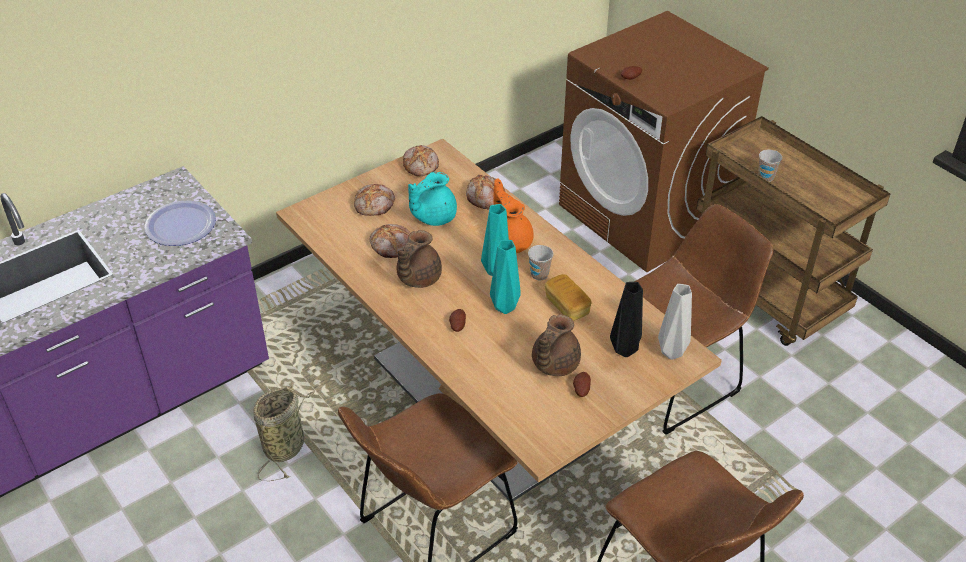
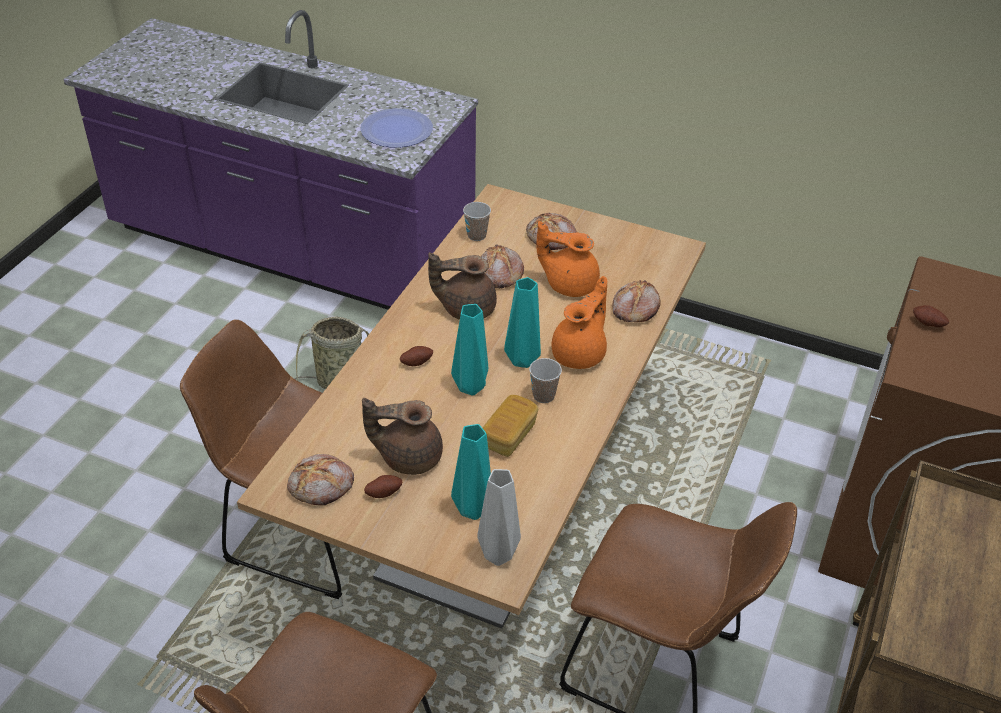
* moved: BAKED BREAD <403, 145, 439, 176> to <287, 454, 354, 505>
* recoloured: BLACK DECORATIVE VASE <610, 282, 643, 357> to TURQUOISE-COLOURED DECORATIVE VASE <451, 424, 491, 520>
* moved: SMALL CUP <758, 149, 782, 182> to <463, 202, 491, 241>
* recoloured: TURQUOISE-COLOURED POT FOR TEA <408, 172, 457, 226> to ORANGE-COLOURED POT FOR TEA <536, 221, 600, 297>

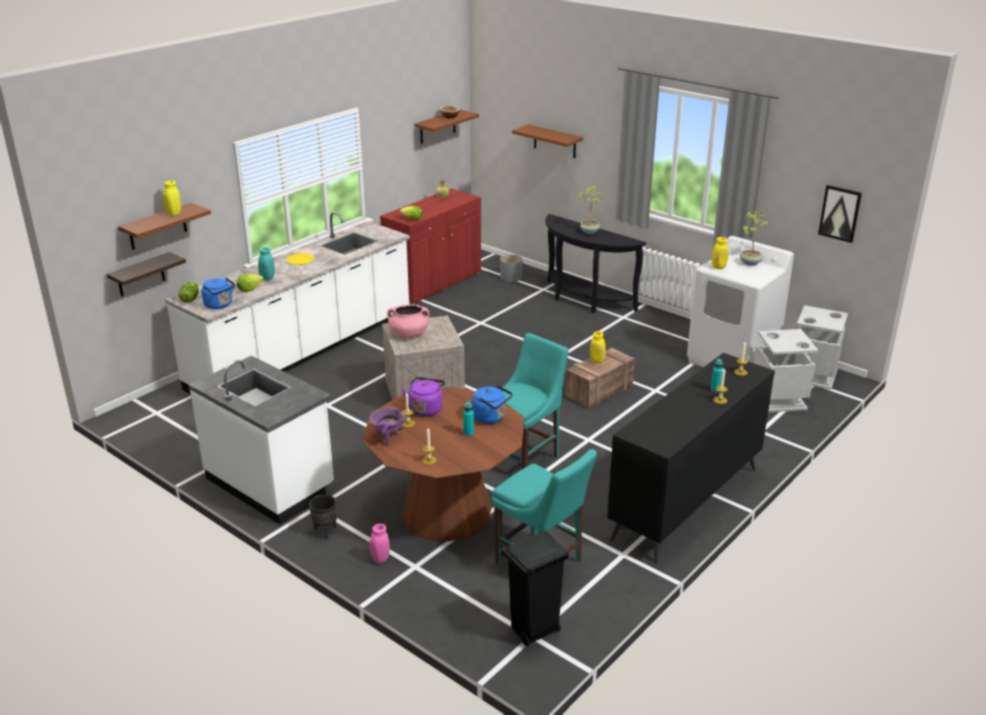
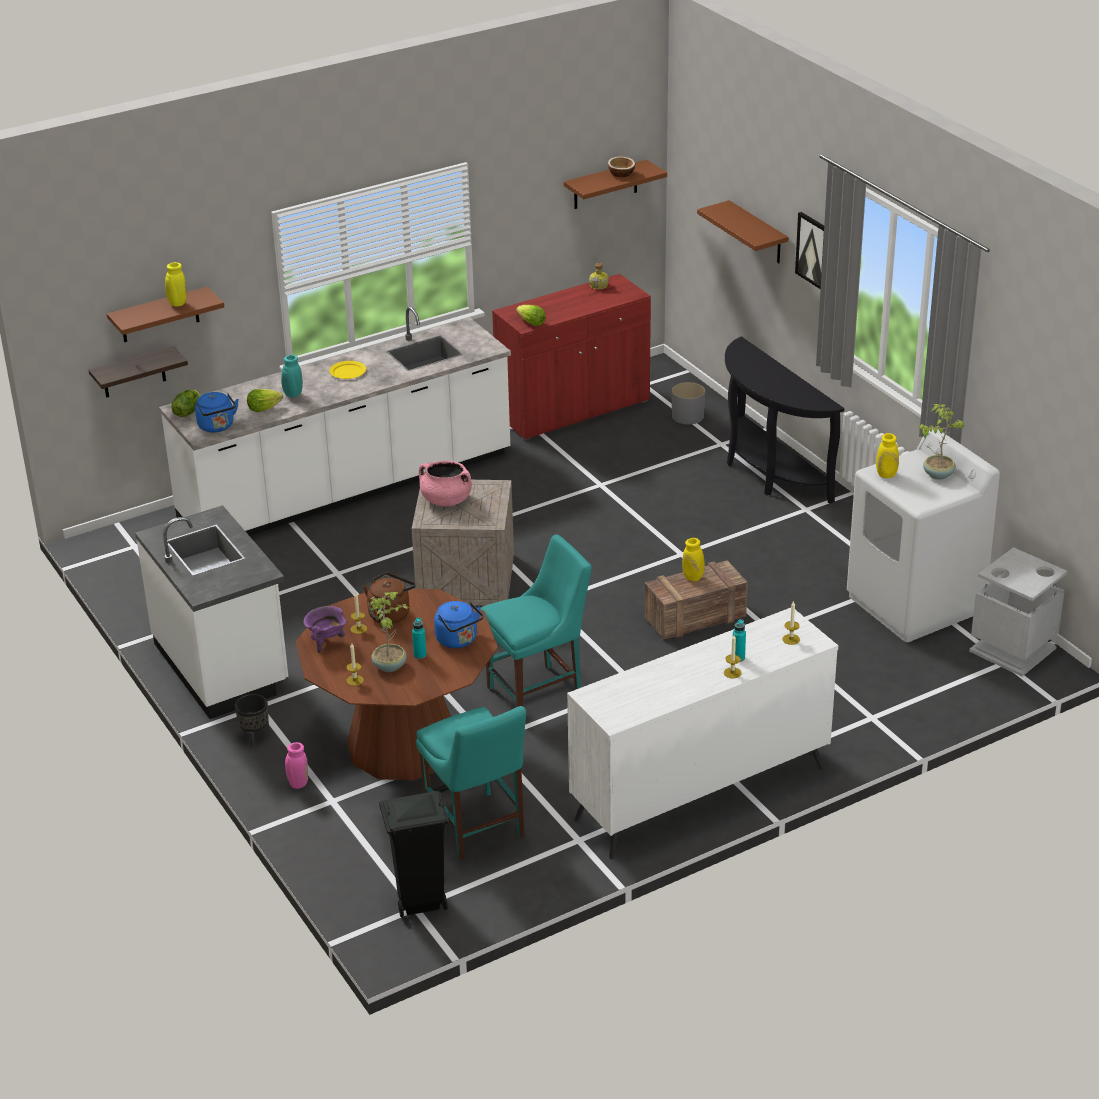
* recoloured: PURPLISH KETTLE <402, 377, 445, 417> to BROWN-COLOURED KETTLE <363, 572, 416, 624>
* moved: POTTED PLANT <578, 185, 603, 234> to <369, 592, 411, 672>
* recoloured: BLACK DRESSER <607, 353, 775, 564> to WHITISH DRESSER <567, 608, 838, 859>
* moved: WALL ART <818, 185, 862, 243> to <795, 212, 824, 289>
* removed: GRAY TRASH CAN <754, 329, 818, 412>

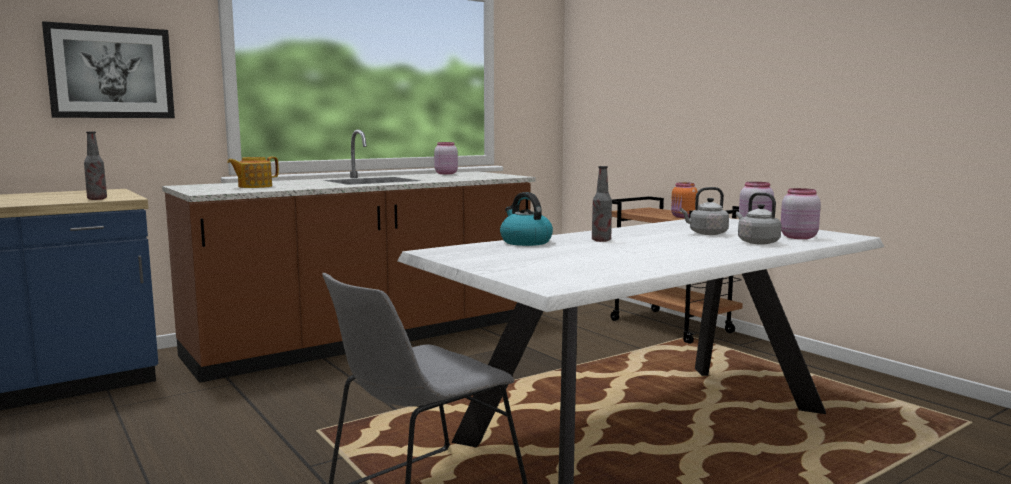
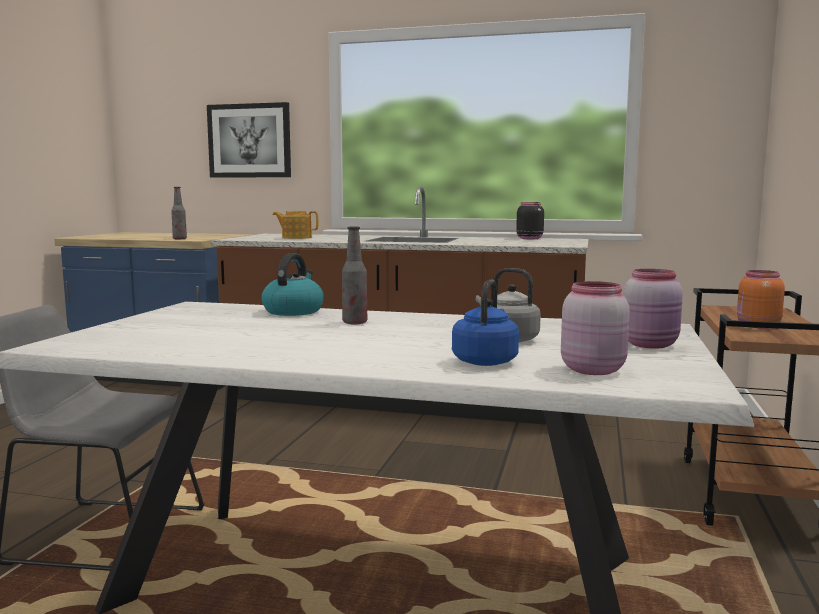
* recoloured: GRAY KETTLE <736, 192, 782, 245> to BLUISH KETTLE <452, 280, 519, 366>
* recoloured: PINKISH JAR <434, 142, 458, 174> to BLACK JAR <516, 202, 544, 239>

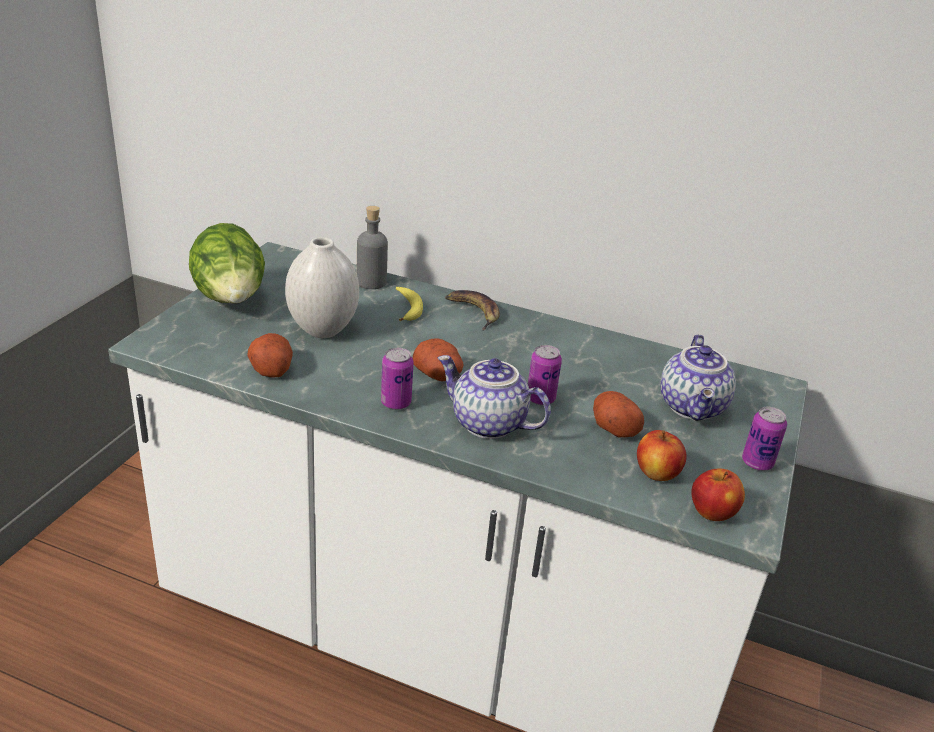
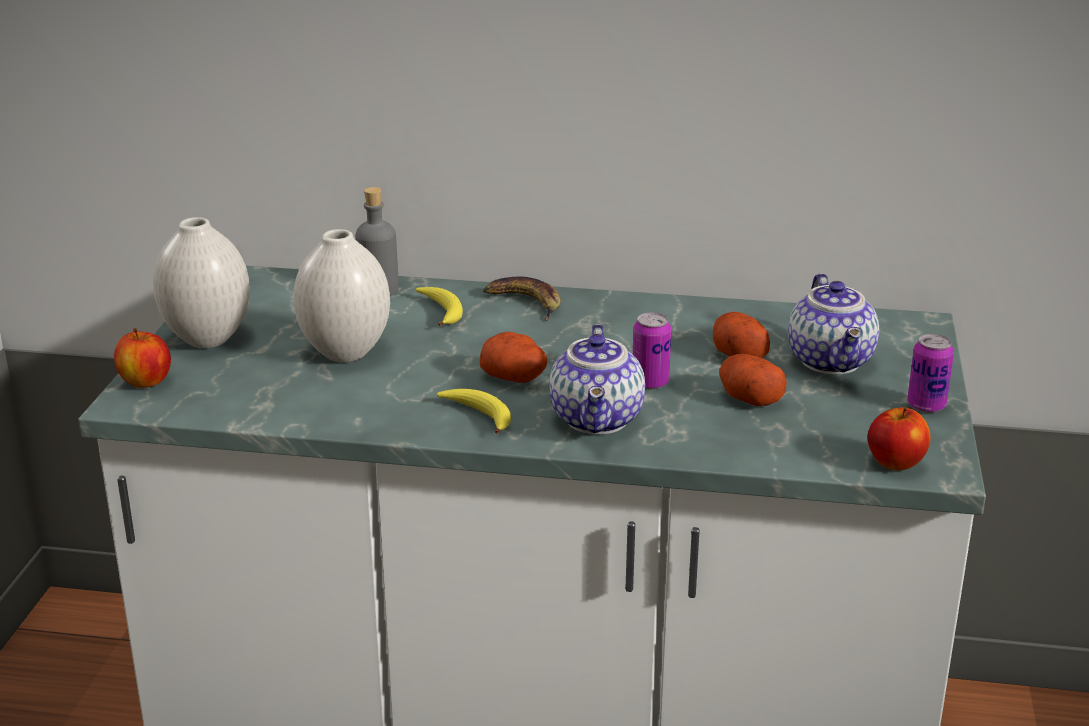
* moved: WHOLE APPLE <637, 430, 687, 481> to <114, 328, 171, 388>
* replaced: LETTUCE HEAD <189, 223, 265, 304> to WHITISH DECORATIVE VASE <153, 217, 250, 348>
* replaced: SEALED CAN <381, 348, 413, 410> to BANANA FRUIT <437, 389, 511, 434>
* turned: POT FOR TEA <438, 355, 551, 439> = <549, 324, 645, 434> 105 degrees counterclockwise
* moved: WHOLE POTATO <247, 333, 293, 378> to <713, 312, 770, 358>

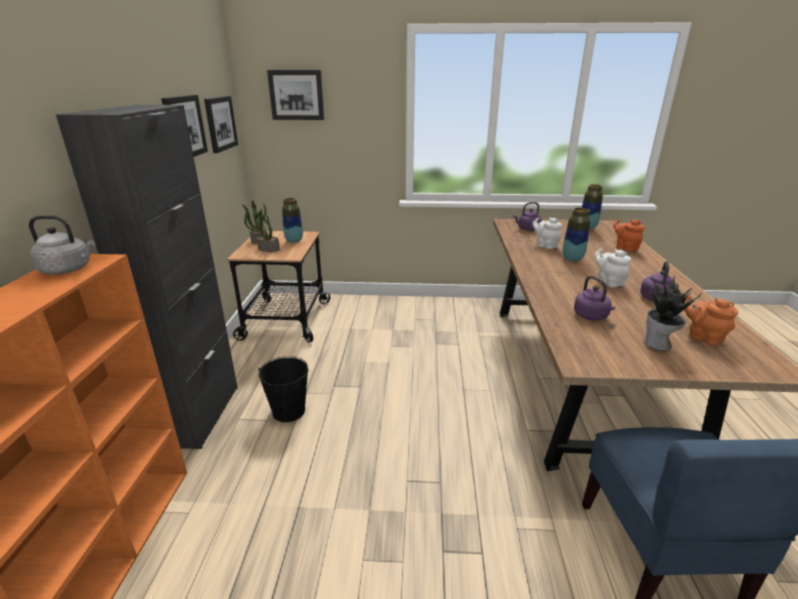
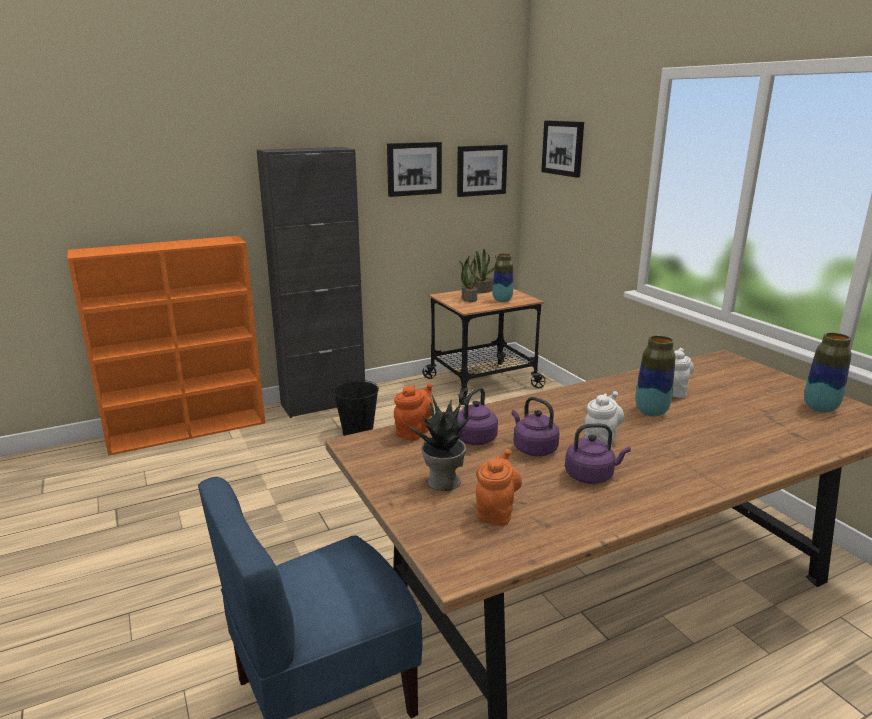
* moved: ORANGE-COLOURED POT FOR TEA <613, 219, 645, 252> to <394, 383, 434, 441>
* moved: PURPLISH KETTLE <513, 202, 542, 231> to <512, 397, 560, 456>
* removed: GRAY KETTLE <29, 215, 94, 275>

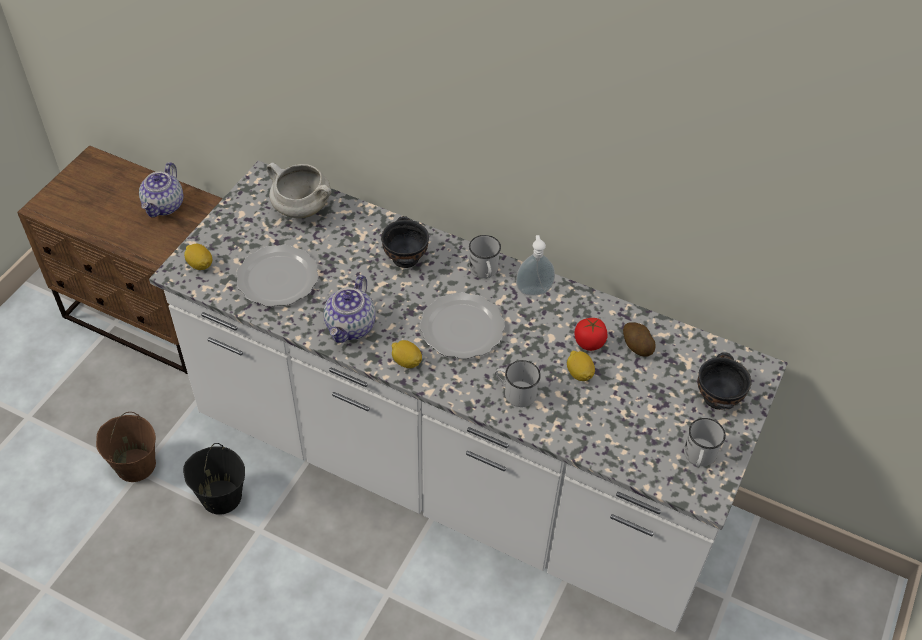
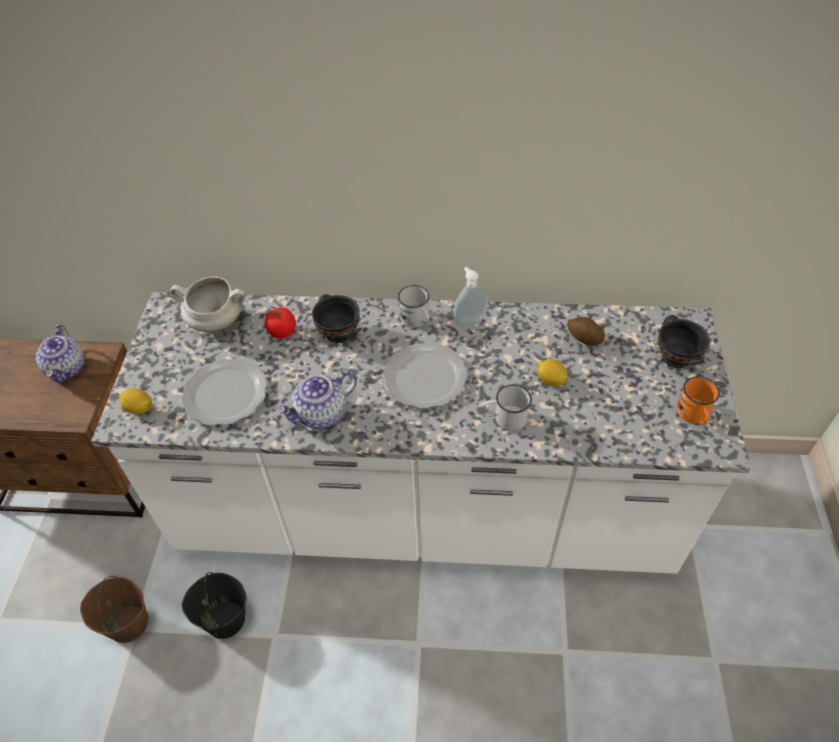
* moved: FRESH TOMATO <574, 318, 607, 351> to <265, 307, 296, 339>
* turned: POT FOR TEA <324, 275, 376, 343> = <276, 370, 357, 429> 60 degrees clockwise
* recoloured: WHITISH COFFEE MUG <684, 418, 726, 467> to ORANGE-COLOURED COFFEE MUG <676, 377, 720, 424>
* removed: CITRUS FRUIT <391, 340, 422, 368>

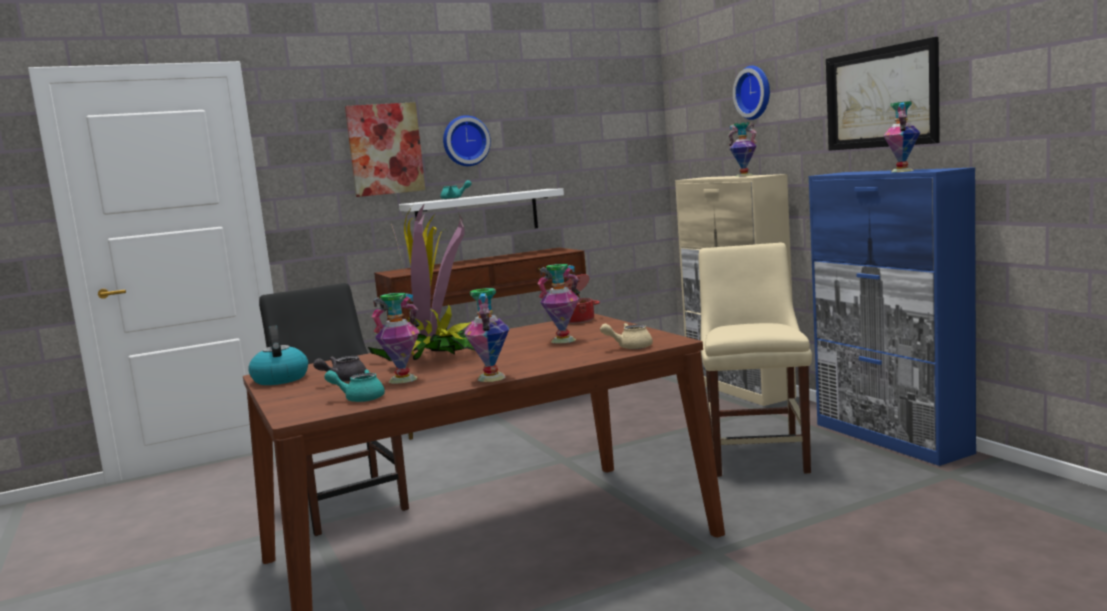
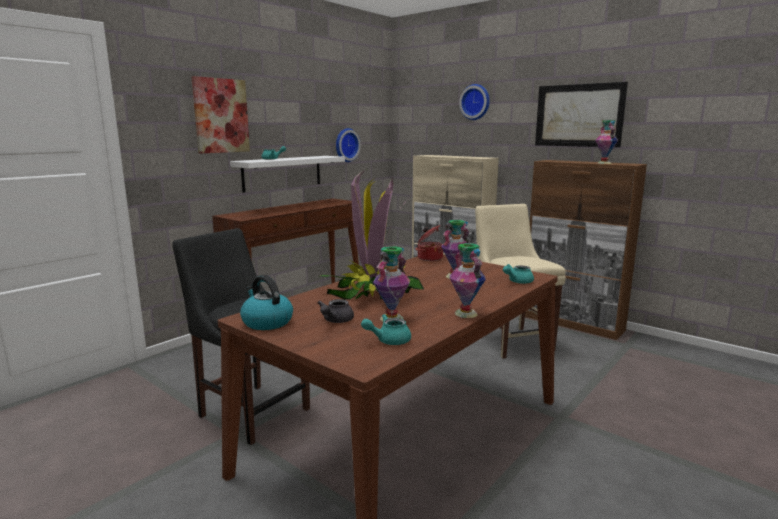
* moved: HANGING CLOCK <443, 115, 491, 166> to <336, 128, 361, 162>
* recoloured: SAND-COLOURED POT FOR TEA <600, 323, 653, 349> to TURQUOISE-COLOURED POT FOR TEA <503, 264, 534, 284>
* recoloured: BLUISH CUPBOARD <809, 167, 976, 466> to BROWN-COLOURED CUPBOARD <525, 160, 647, 340>
* removed: DECORATIVE VASE <728, 122, 757, 177>

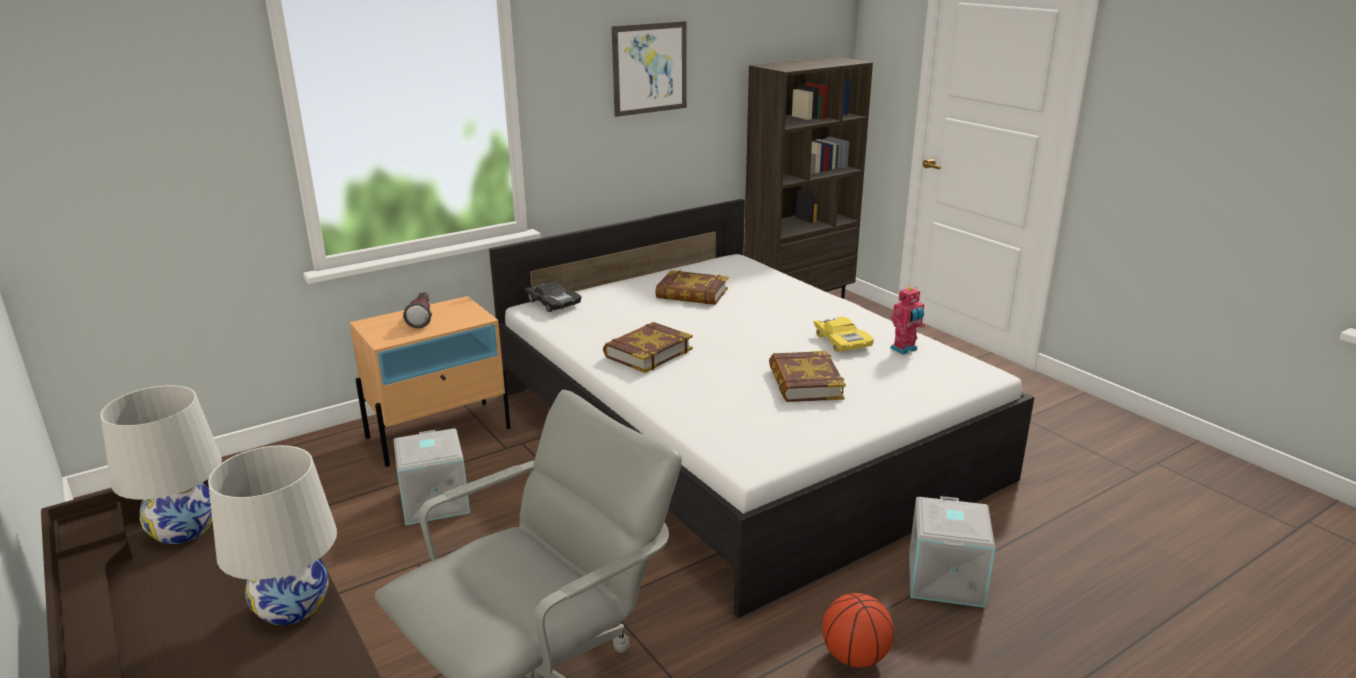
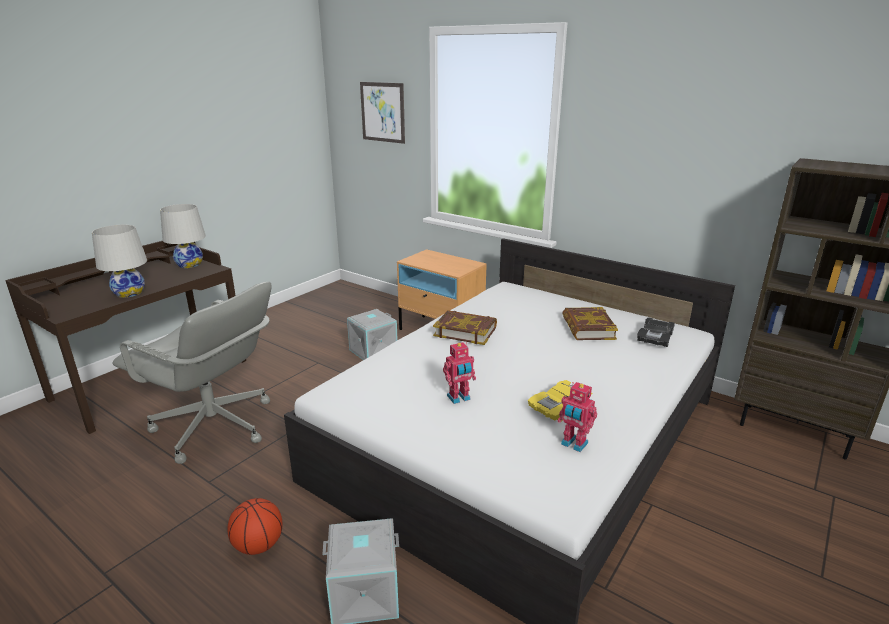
* moved: WALL ART <612, 21, 687, 117> to <360, 82, 405, 144>
* replaced: BOOK <769, 351, 846, 402> to TOY ROBOT <443, 342, 476, 404>
* moved: BLACK MODEL CAR <524, 281, 581, 312> to <637, 317, 675, 347>
* removed: TORCH <403, 292, 432, 328>

